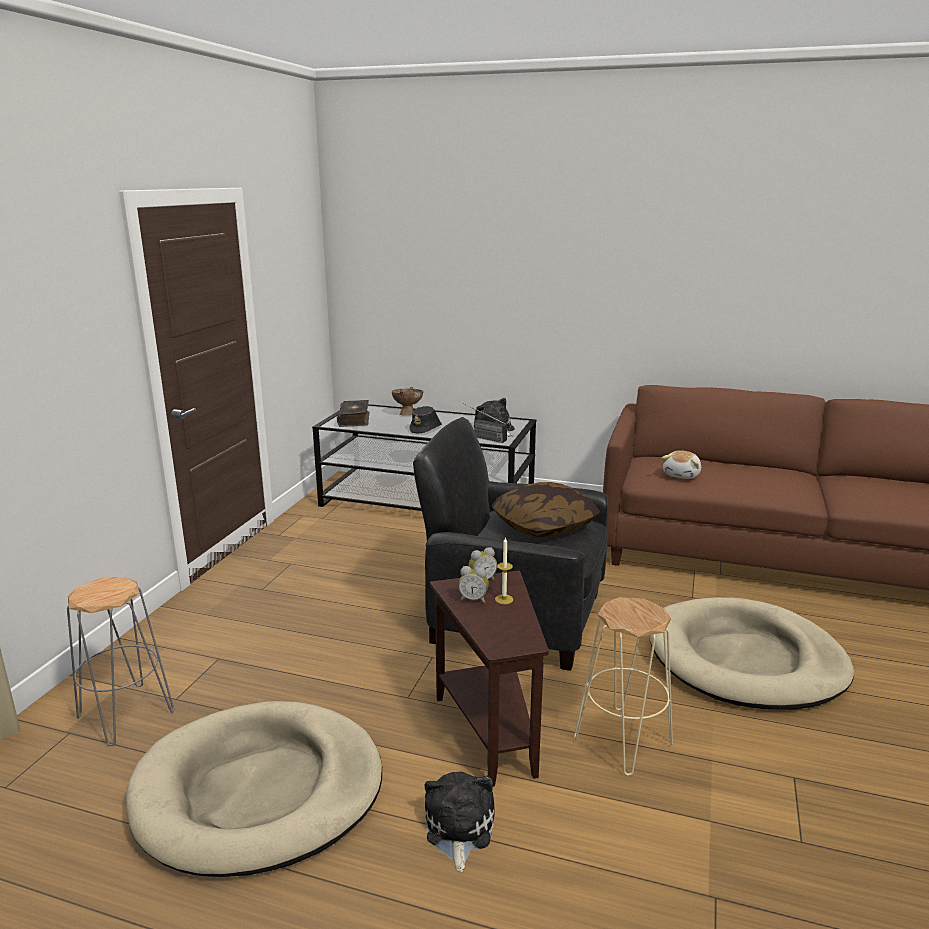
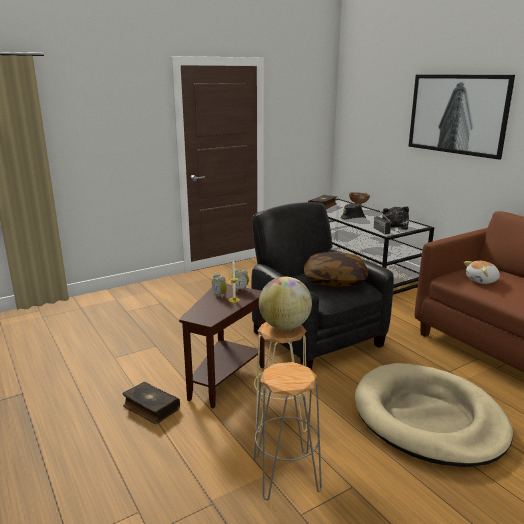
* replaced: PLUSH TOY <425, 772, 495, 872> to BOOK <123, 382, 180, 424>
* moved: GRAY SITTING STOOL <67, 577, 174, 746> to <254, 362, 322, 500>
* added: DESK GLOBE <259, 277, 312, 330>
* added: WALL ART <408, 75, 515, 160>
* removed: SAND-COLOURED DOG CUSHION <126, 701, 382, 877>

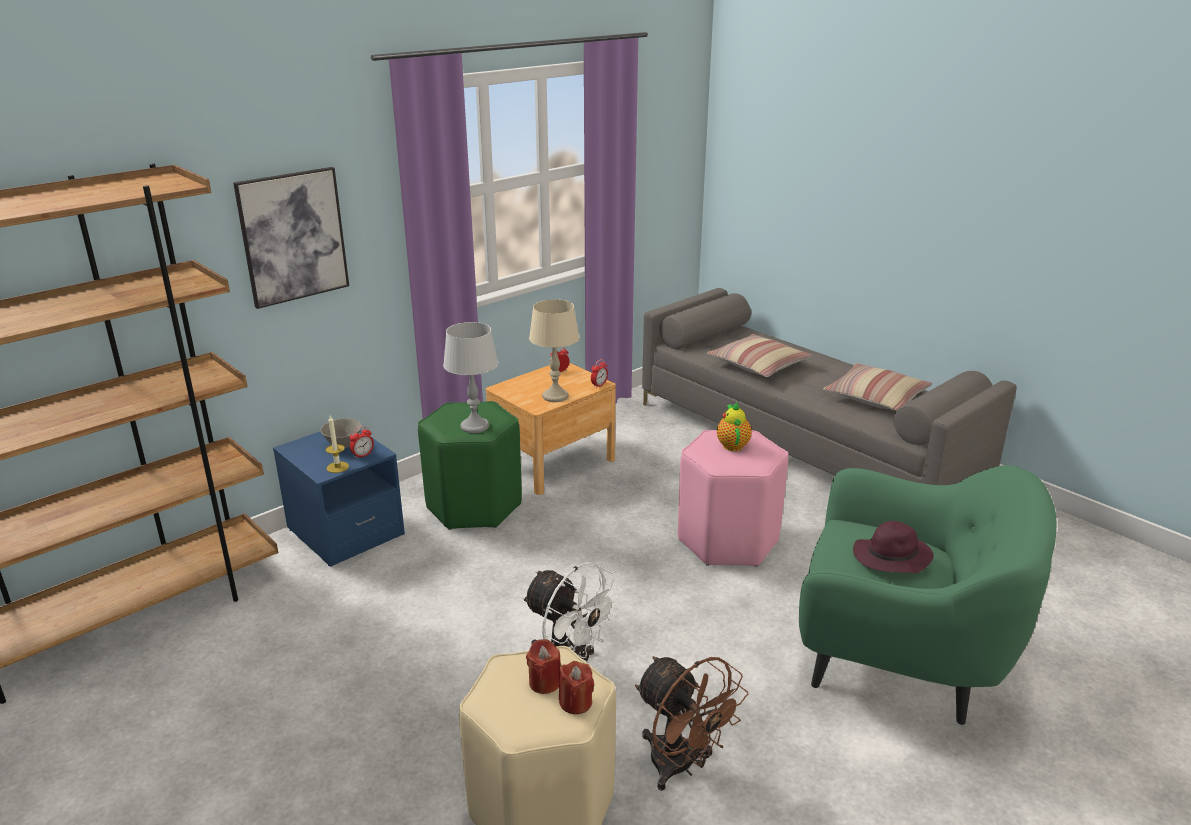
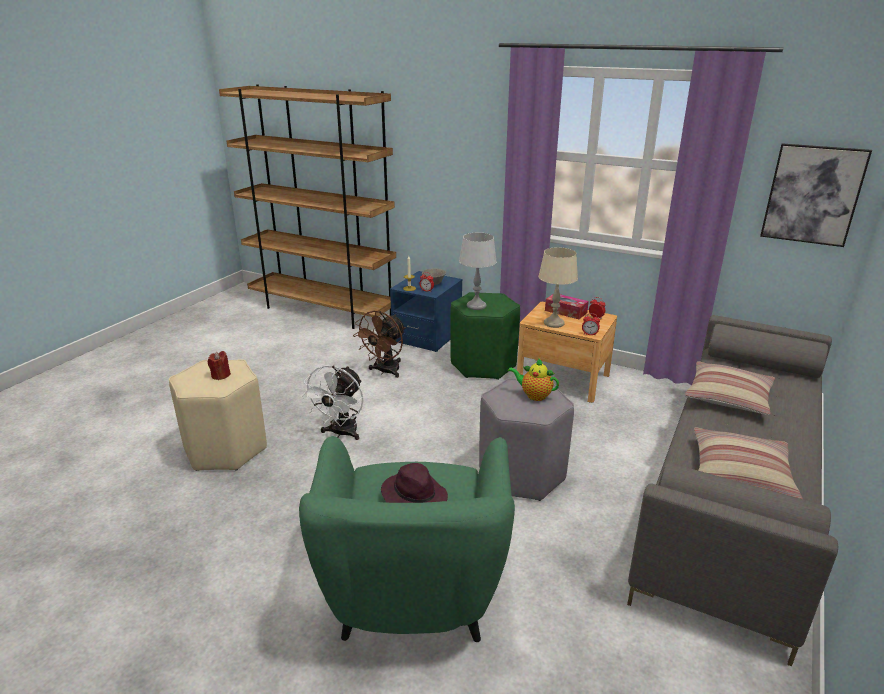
* moved: BROWN-COLOURED COOLING FAN <635, 656, 748, 791> to <353, 311, 406, 378>
* recoloured: PINKISH SITTING STOOL <678, 430, 788, 567> to GRAY SITTING STOOL <479, 378, 574, 501>
* turned: POT FOR TEA <717, 401, 751, 451> = <508, 359, 559, 401> 135 degrees counterclockwise
* added: TISSUE BOX <545, 294, 589, 319>
* moved: WALL ART <233, 167, 349, 309> to <760, 143, 872, 247>
* removed: REDDISH WAX LIGHT <559, 661, 594, 714>

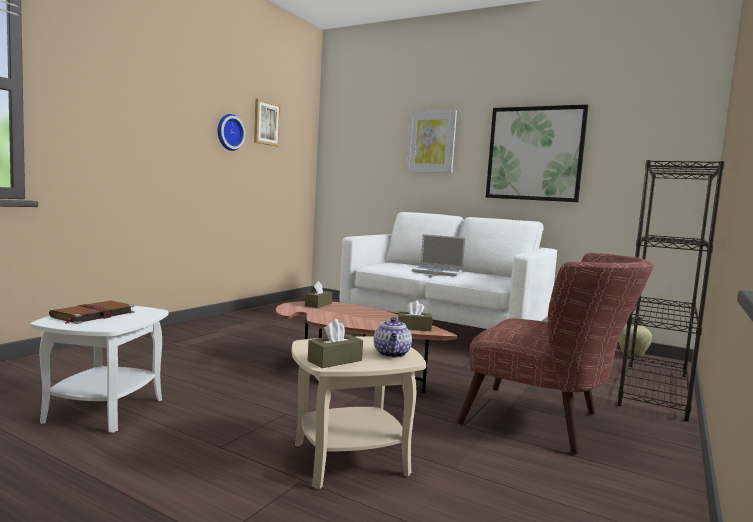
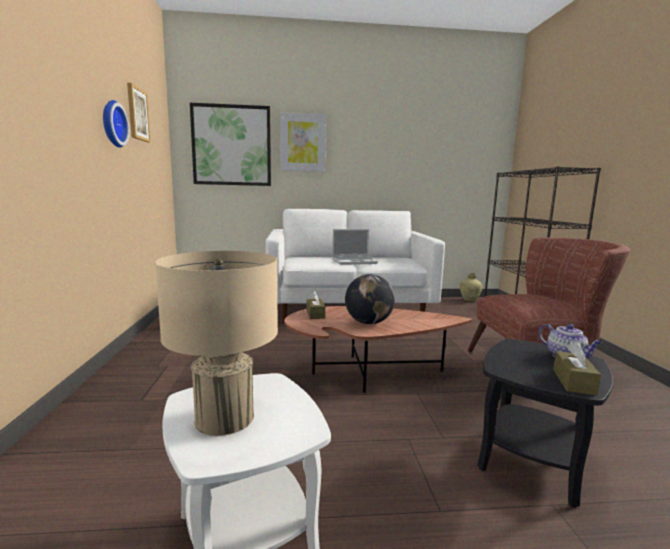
* replaced: BROWN-COLOURED BOOK <49, 301, 135, 324> to SAND-COLOURED TABLE LAMP <155, 251, 278, 436>
* moved: WALL ART <486, 105, 589, 202> to <190, 103, 271, 186>
* added: DESK GLOBE <345, 274, 395, 324>
* recoloured: SAND-COLOURED SIDE TABLE <292, 336, 426, 489> to BLACK SIDE TABLE <477, 339, 613, 508>
* removed: BROWN-COLOURED TISSUE BOX <398, 300, 433, 331>

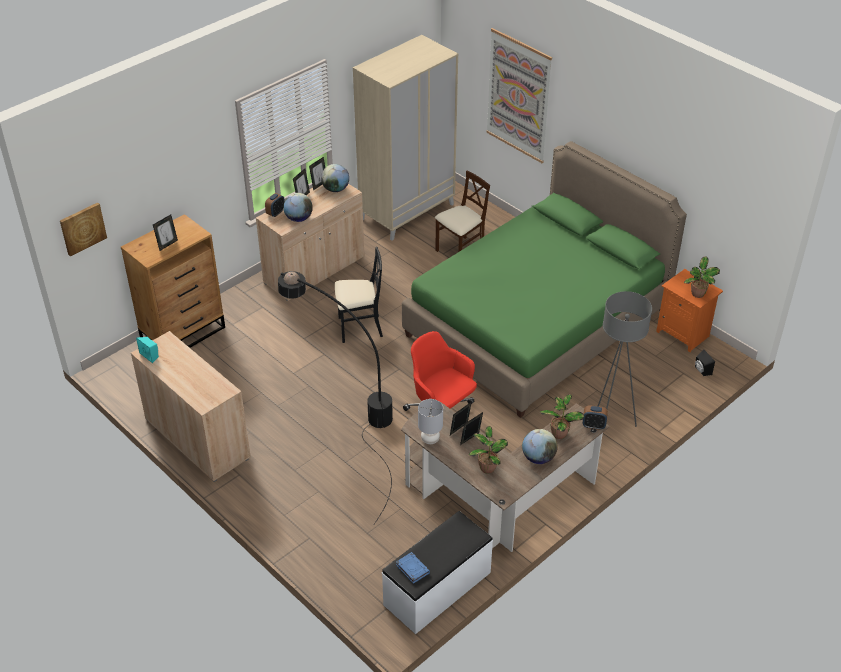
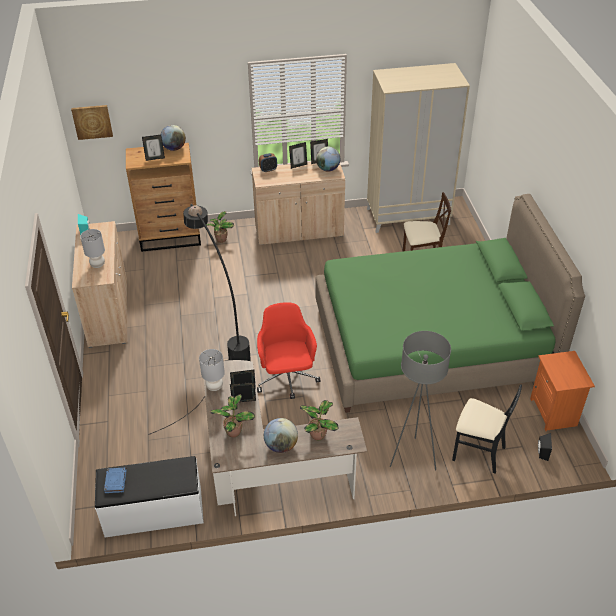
* added: GRAY TABLE LAMP <80, 229, 105, 268>
* moved: DESK GLOBE <283, 193, 313, 222> to <160, 125, 186, 151>
* moved: POTTED PLANT <684, 256, 720, 298> to <206, 211, 234, 243>
* moved: BLACK PLAIN CHAIR <335, 247, 383, 343> to <452, 384, 522, 473>
* removed: WALL ART <486, 28, 552, 163>
* removed: ALARM CLOCK <583, 406, 608, 430>

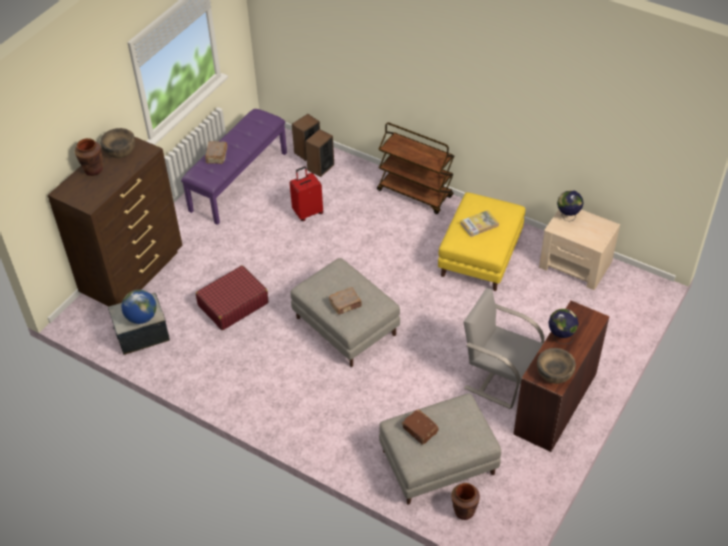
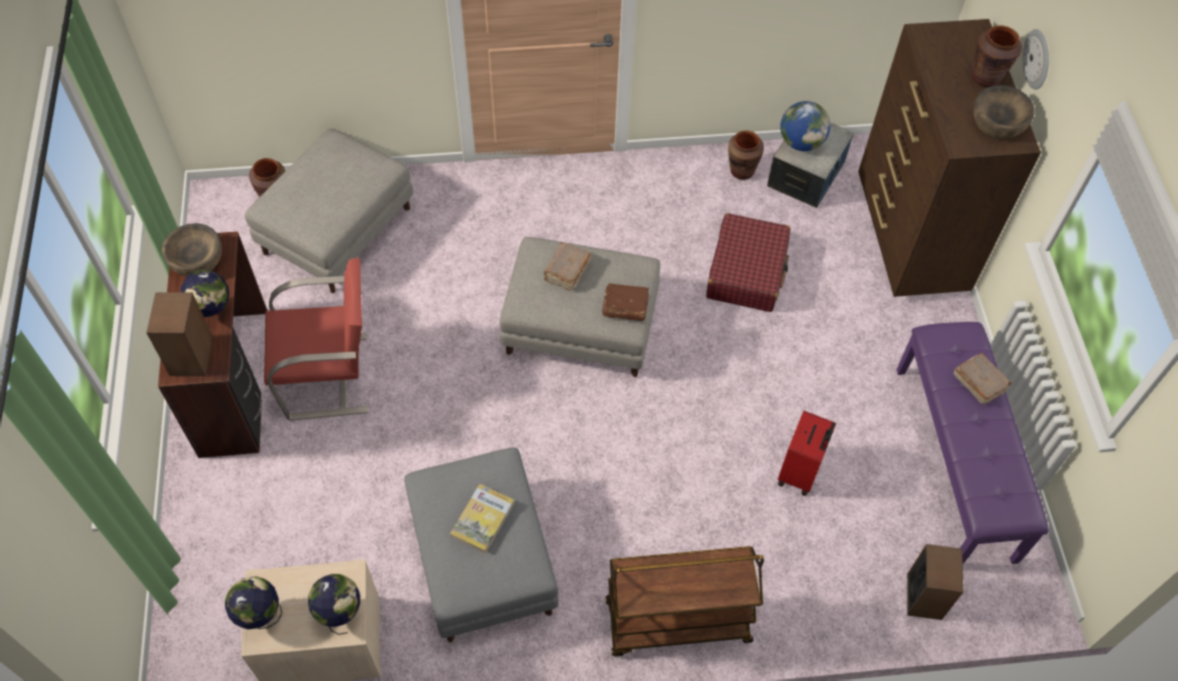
* moved: SPEAKER <305, 129, 334, 177> to <146, 292, 213, 376>
* added: DESK GLOBE <225, 576, 282, 629>
* recoloured: GRAY PLAIN CHAIR <463, 288, 545, 409> to REDDISH PLAIN CHAIR <264, 258, 369, 421>
* recoloured: YELLOW-COLOURED FOOTREST <438, 192, 525, 291> to GRAY FOOTREST <404, 448, 559, 642>
* moved: BROWN-COLOURED BOOK <402, 409, 439, 445> to <602, 283, 649, 321>
* added: BROWN-COLOURED DECORATIVE VASE <728, 130, 764, 180>
* added: HANGING CLOCK <1023, 29, 1049, 90>

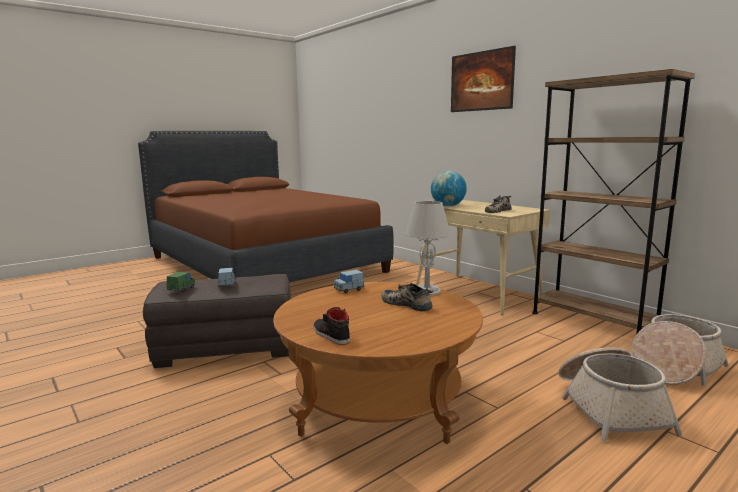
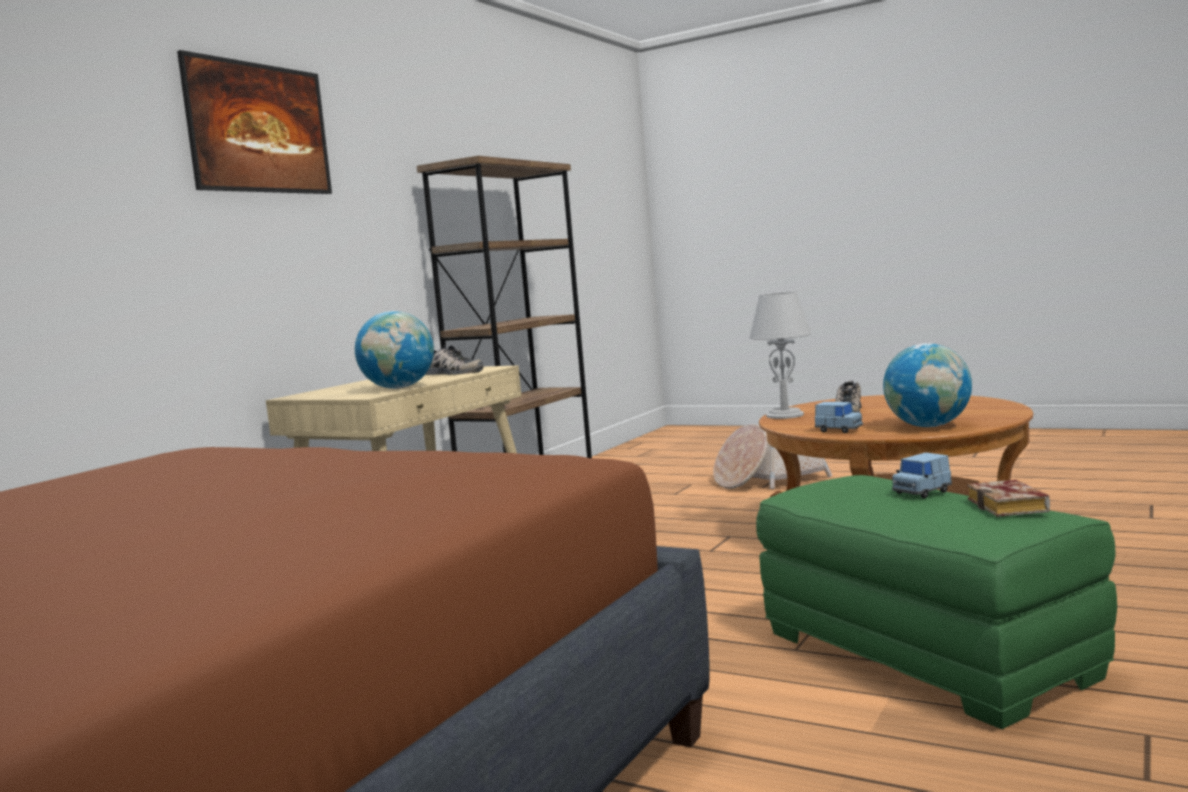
* recoloured: GRAY FOOTREST <143, 274, 291, 368> to GREENISH FOOTREST <756, 475, 1117, 729>
* added: DESK GLOBE <883, 343, 972, 427>
* replaced: GREENISH MODEL CAR <167, 272, 195, 292> to BOOK <967, 480, 1050, 517>
* removed: BLACK ITEM OF FOOTWEAR <313, 307, 350, 345>
* removed: HOUSEHOLD BASKET <631, 314, 729, 386>

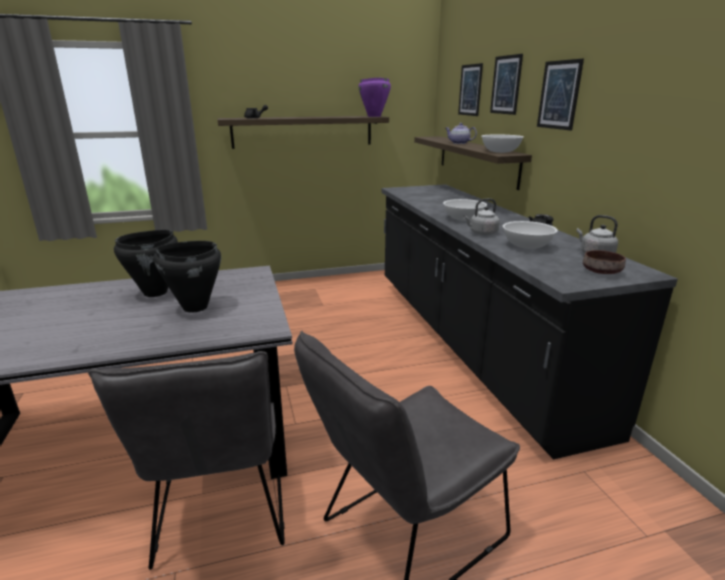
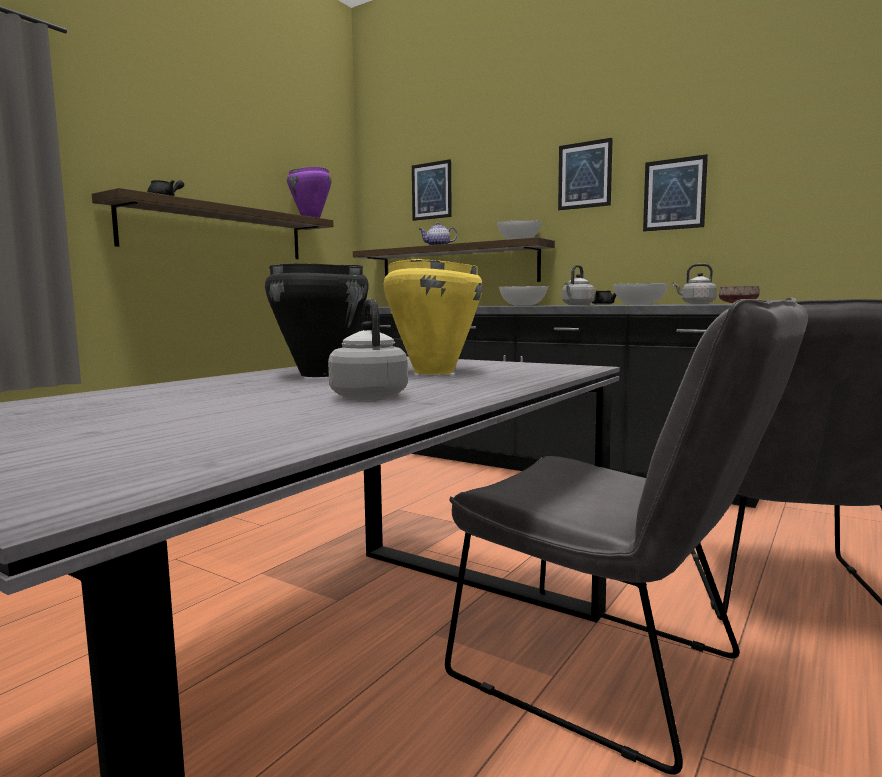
* added: GRAY KETTLE <328, 298, 408, 400>
* recoloured: BLACK COOKING POT <154, 241, 221, 312> to YELLOW-COLOURED COOKING POT <384, 259, 483, 374>
* moved: WALL ART <490, 54, 523, 115> to <643, 154, 708, 232>

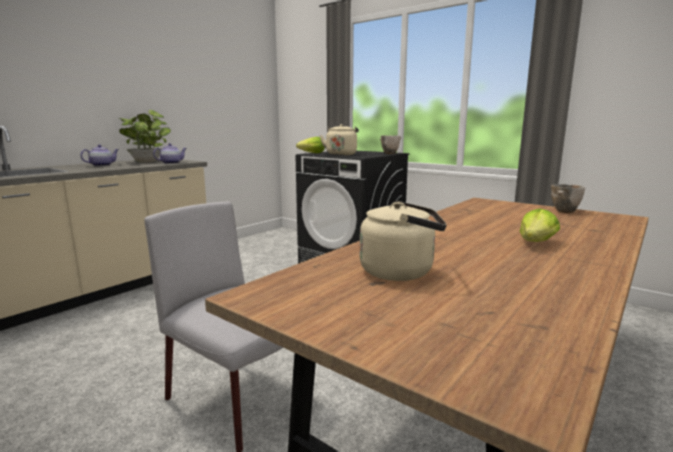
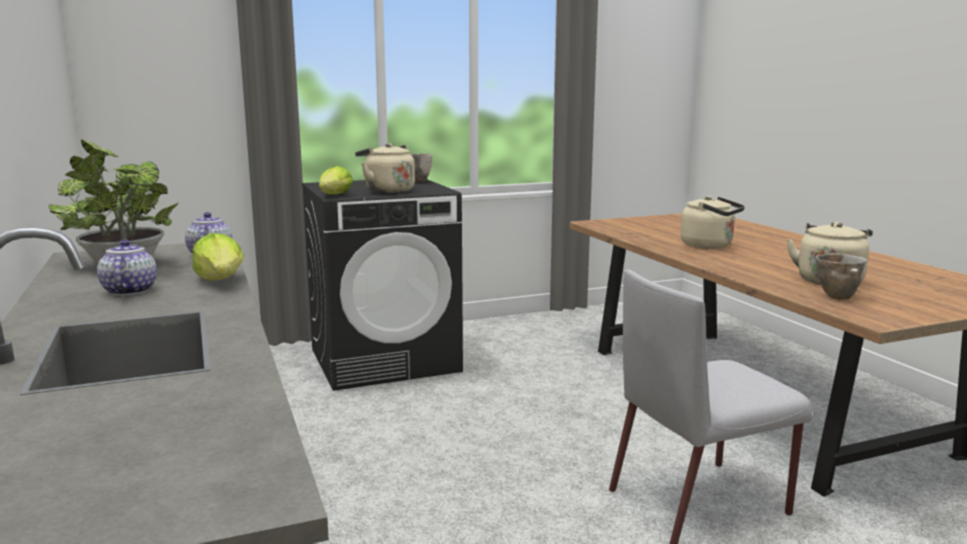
* moved: LETTUCE HEAD <519, 208, 560, 242> to <192, 233, 244, 281>
* added: SAND-COLOURED KETTLE <680, 196, 745, 249>
* moved: SERVING BOWL <551, 184, 585, 213> to <816, 253, 867, 300>

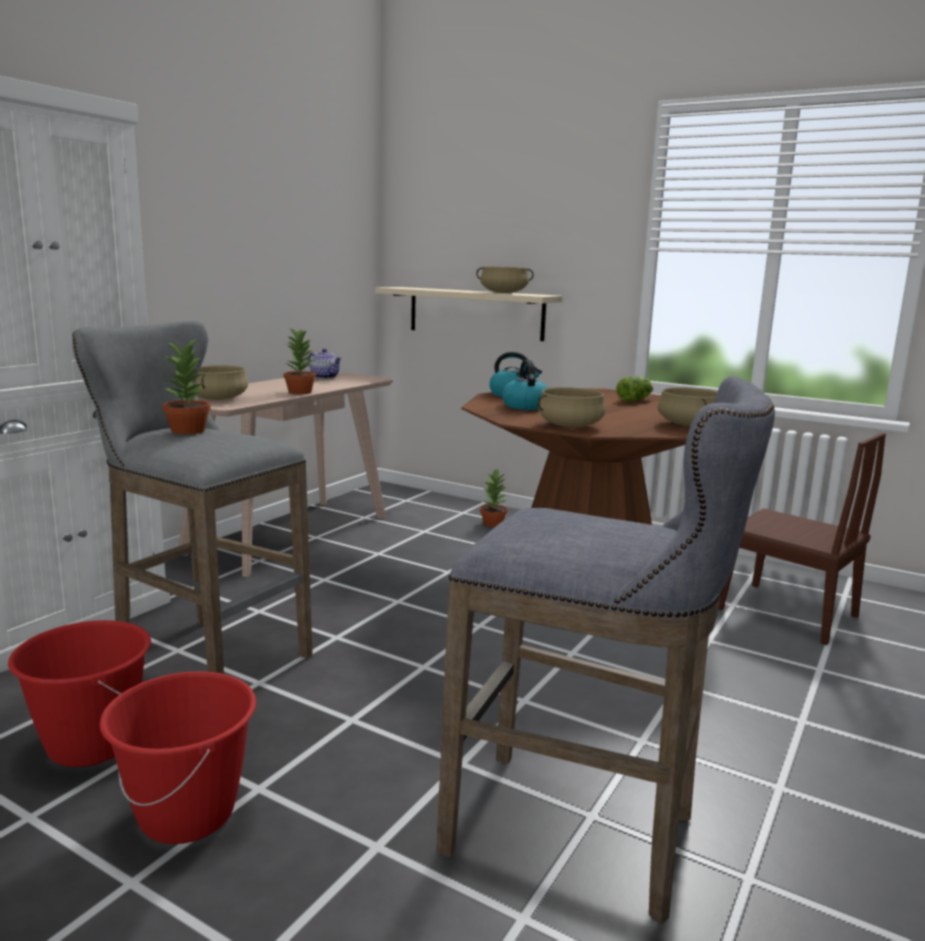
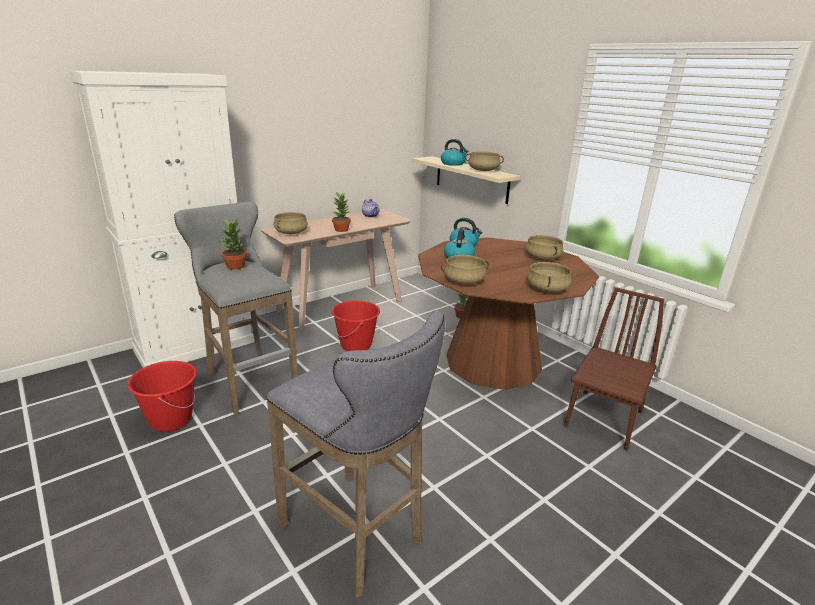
* moved: REDDISH PAIL <99, 671, 256, 844> to <331, 300, 380, 351>
* added: KETTLE <441, 139, 468, 166>
* replaced: LETTUCE HEAD <616, 376, 654, 402> to SAND-COLOURED COOKING POT <525, 235, 564, 260>
* turned: BROWN-COLOURED PLAIN CHAIR <718, 432, 886, 645> = <564, 287, 665, 450> 120 degrees counterclockwise

